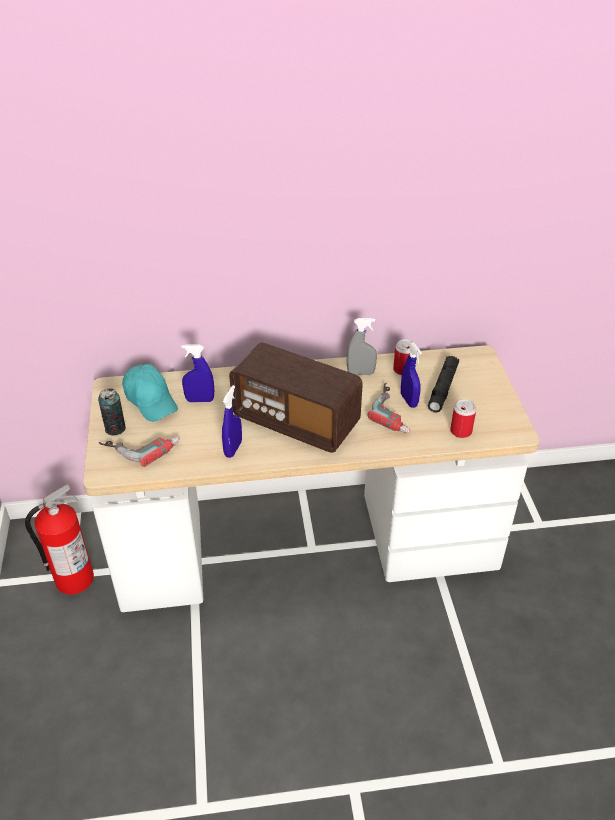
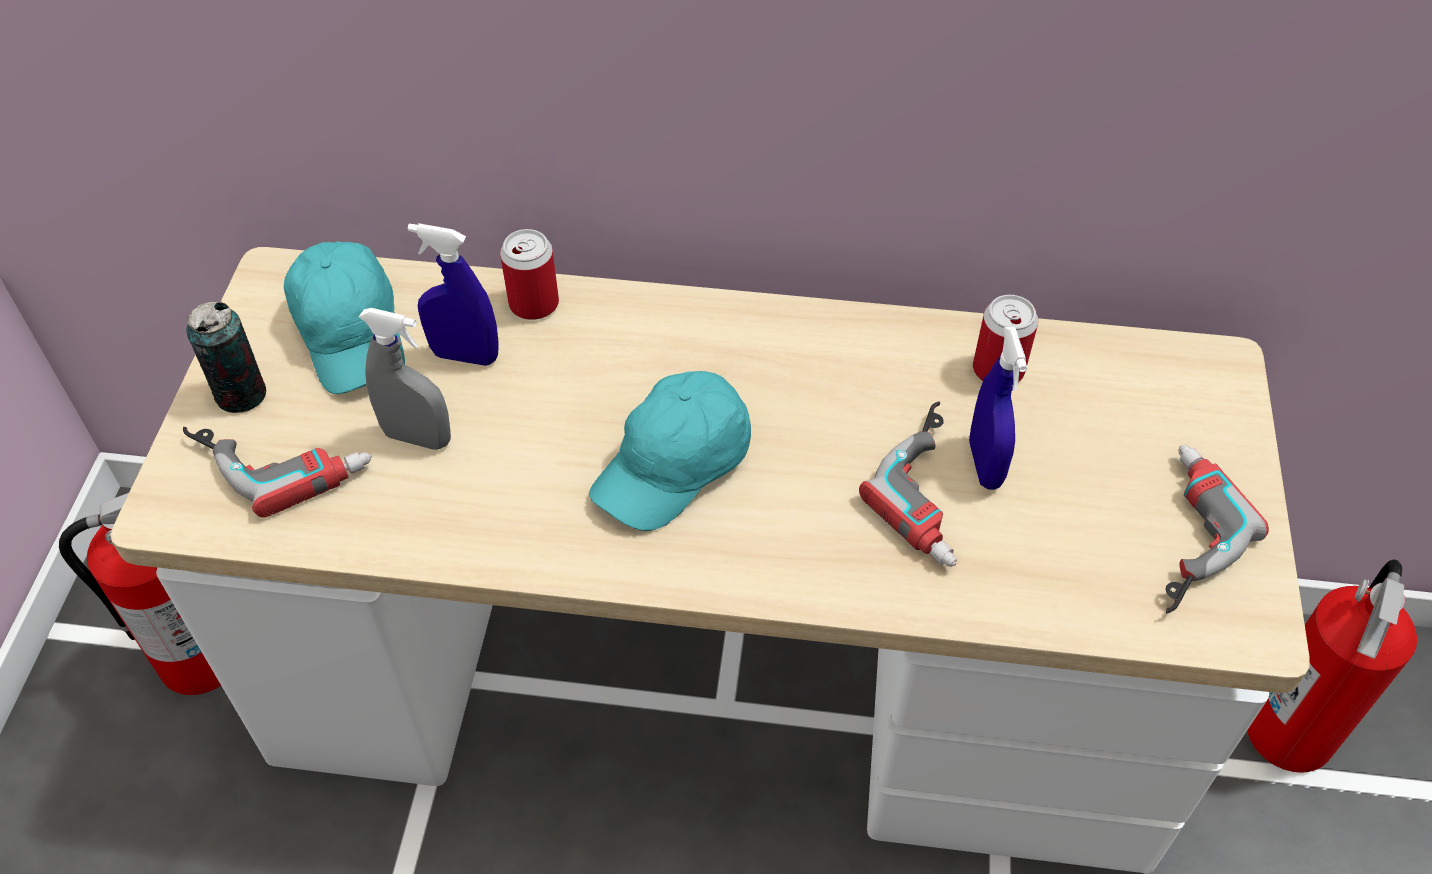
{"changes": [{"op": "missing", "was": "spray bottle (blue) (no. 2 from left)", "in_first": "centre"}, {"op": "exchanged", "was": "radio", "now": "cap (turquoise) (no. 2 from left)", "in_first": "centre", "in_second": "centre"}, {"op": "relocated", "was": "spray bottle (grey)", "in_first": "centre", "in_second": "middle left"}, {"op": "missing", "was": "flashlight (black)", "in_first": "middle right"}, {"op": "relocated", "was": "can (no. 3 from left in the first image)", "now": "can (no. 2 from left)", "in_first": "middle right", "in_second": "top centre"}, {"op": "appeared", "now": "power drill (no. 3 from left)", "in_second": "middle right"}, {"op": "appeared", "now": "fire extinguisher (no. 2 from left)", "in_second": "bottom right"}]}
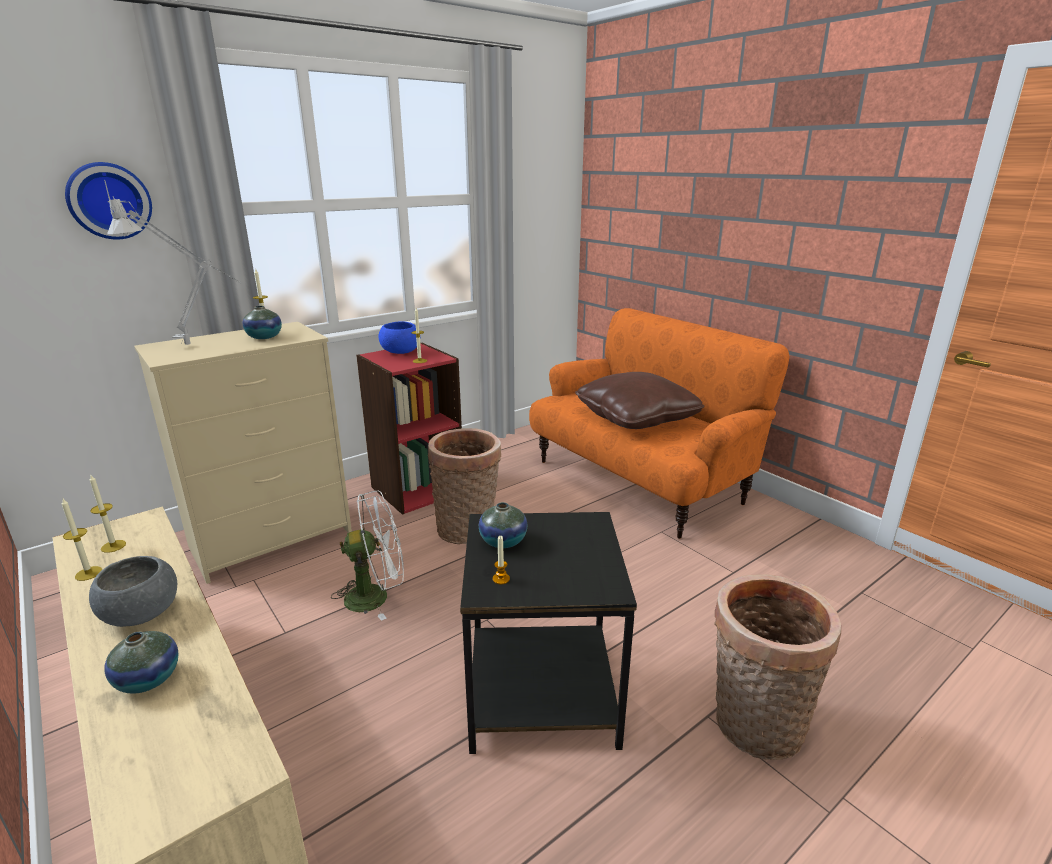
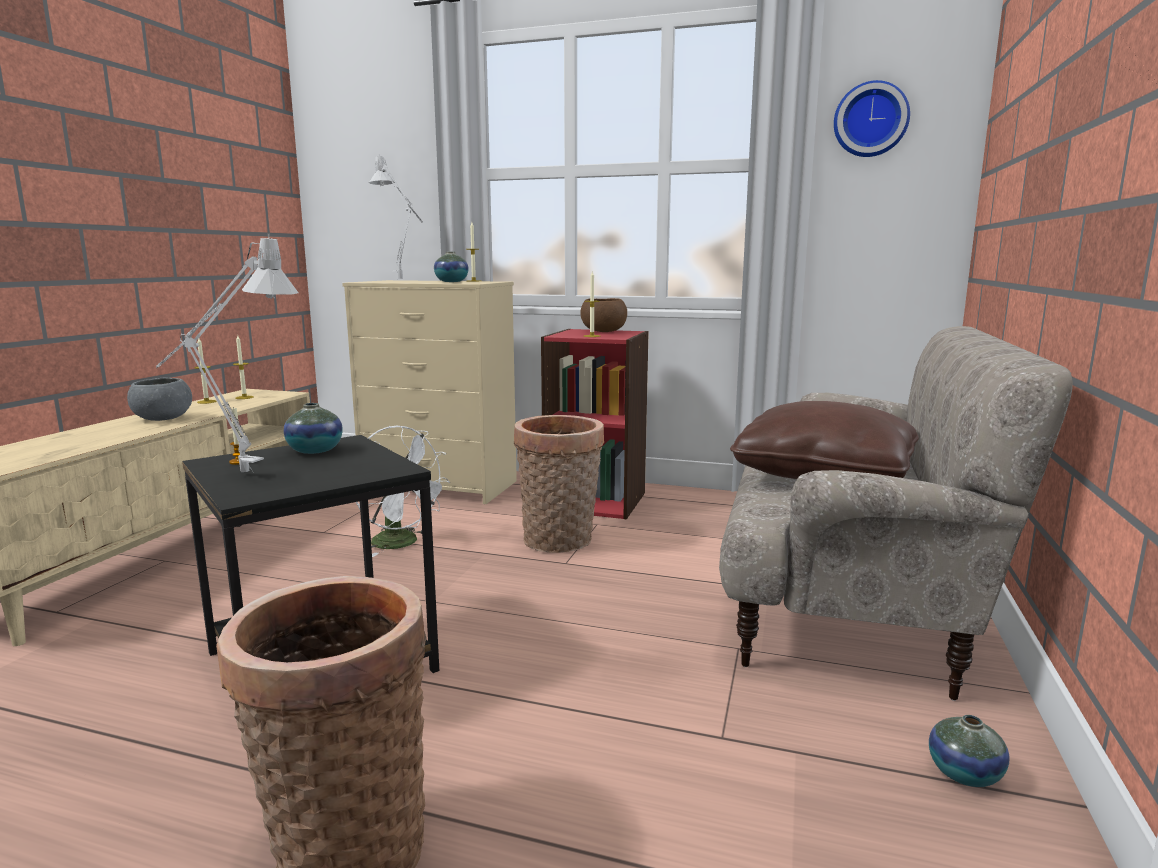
{"changes": [{"op": "relocated", "was": "wall clock", "in_first": "top left", "in_second": "top right"}, {"op": "relocated", "was": "vase (no. 1 from left in the first image)", "now": "vase (no. 3 from left)", "in_first": "bottom left", "in_second": "bottom right"}, {"op": "colour", "was": "bowl (blue)", "now": "bowl (brown)", "in_first": "centre", "in_second": "centre"}, {"op": "colour", "was": "sofa (orange)", "now": "sofa (beige)", "in_first": "centre", "in_second": "middle right"}, {"op": "appeared", "now": "table lamp (grey) (no. 1 from left)", "in_second": "middle left"}]}
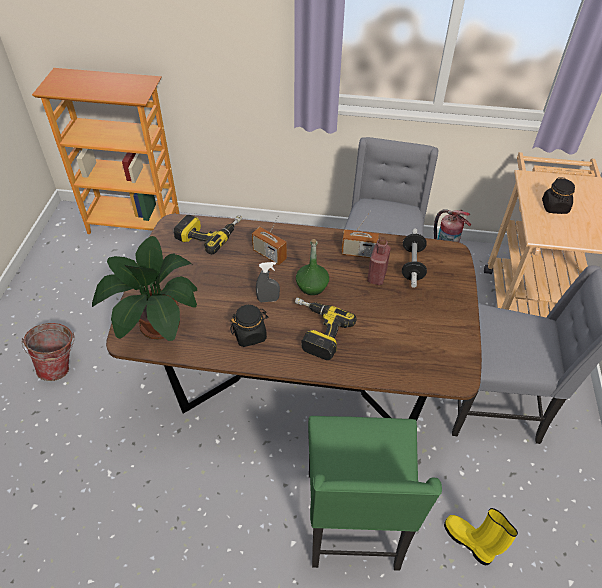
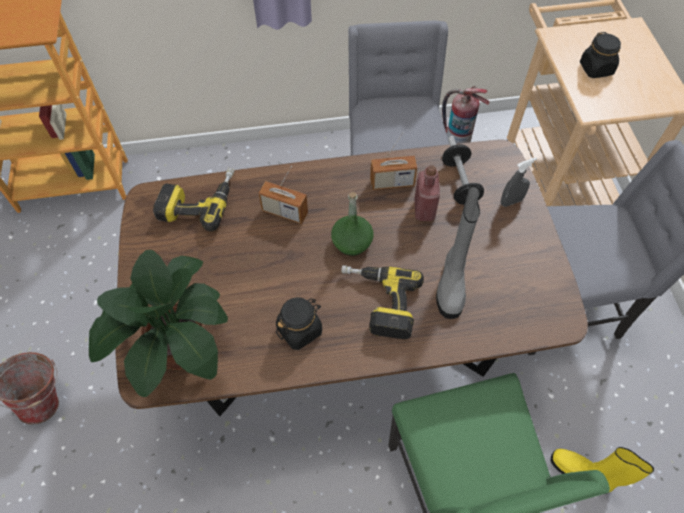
{"changes": [{"op": "relocated", "was": "spray bottle (grey)", "in_first": "centre", "in_second": "middle right"}, {"op": "appeared", "now": "boot (grey)", "in_second": "middle right"}]}
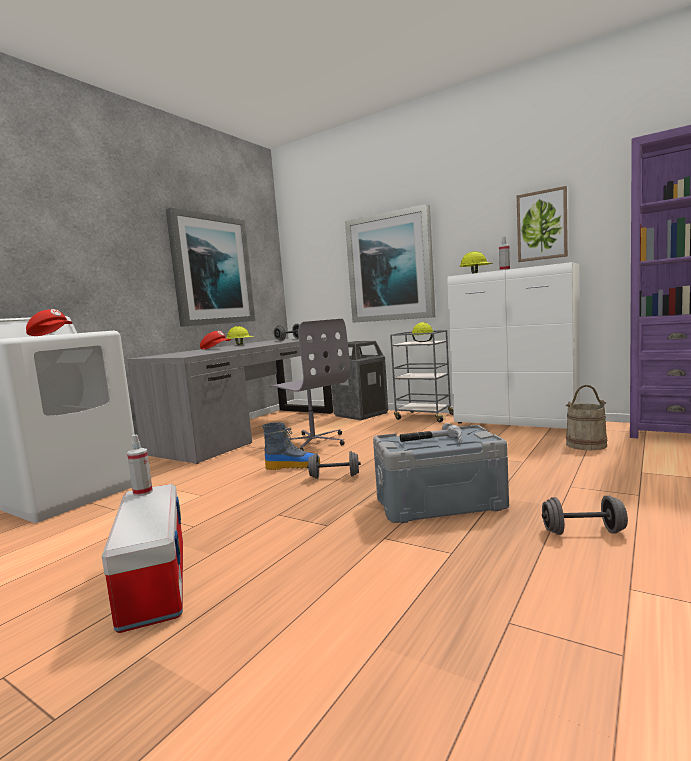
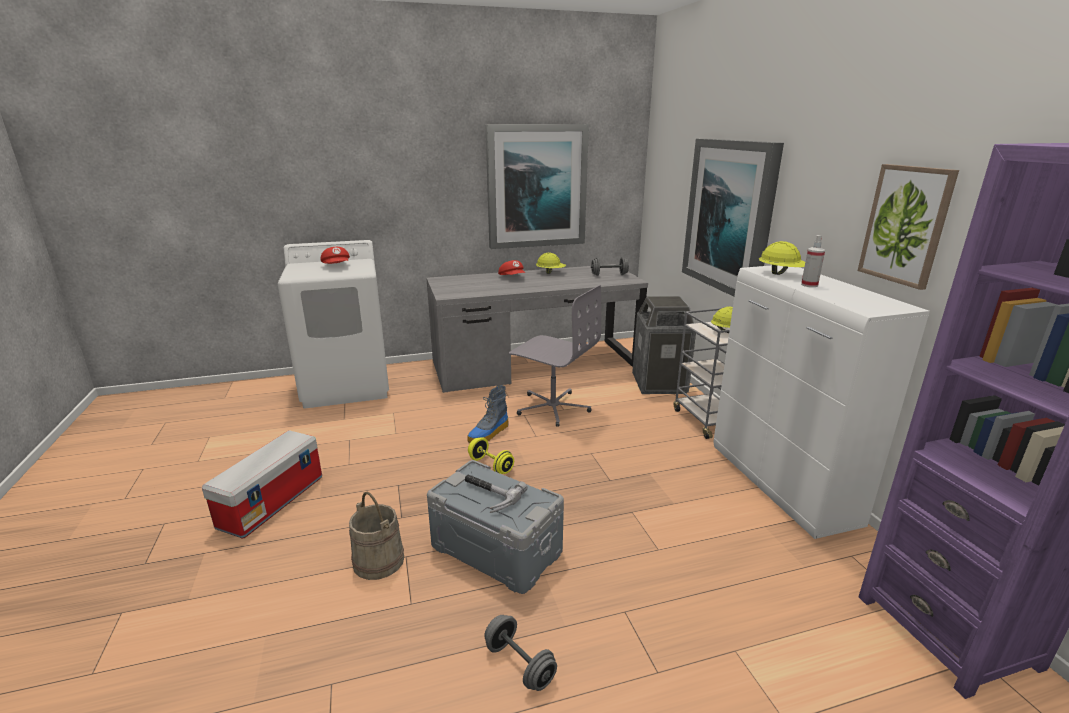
{"changes": [{"op": "missing", "was": "spray bottle (no. 1 from left)", "in_first": "middle left"}, {"op": "spun", "was": "boot", "in_first": "centre", "in_second": "centre", "clockwise": 90}, {"op": "spun", "was": "office chair (grey)", "in_first": "centre", "in_second": "centre", "clockwise": -60}, {"op": "colour", "was": "dumbbell (grey) (no. 2 from left)", "now": "dumbbell (yellow)", "in_first": "centre", "in_second": "centre"}, {"op": "relocated", "was": "bucket (beige)", "in_first": "middle right", "in_second": "bottom centre"}]}
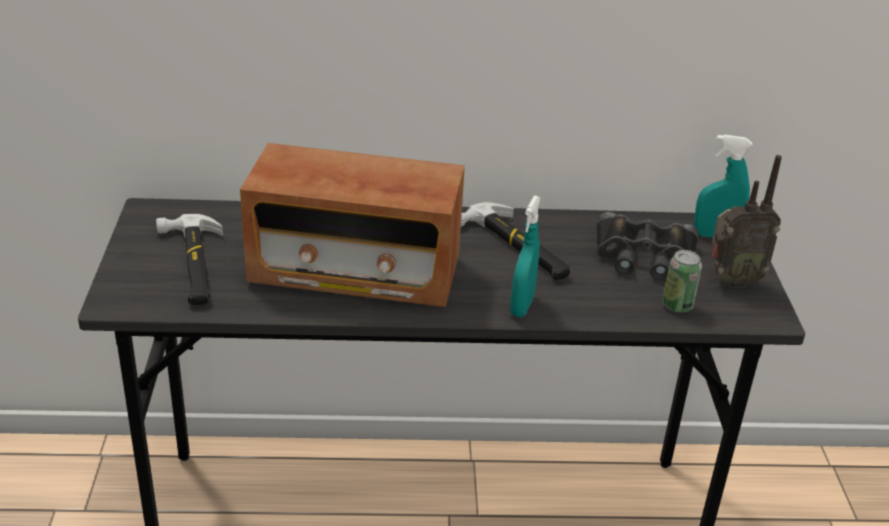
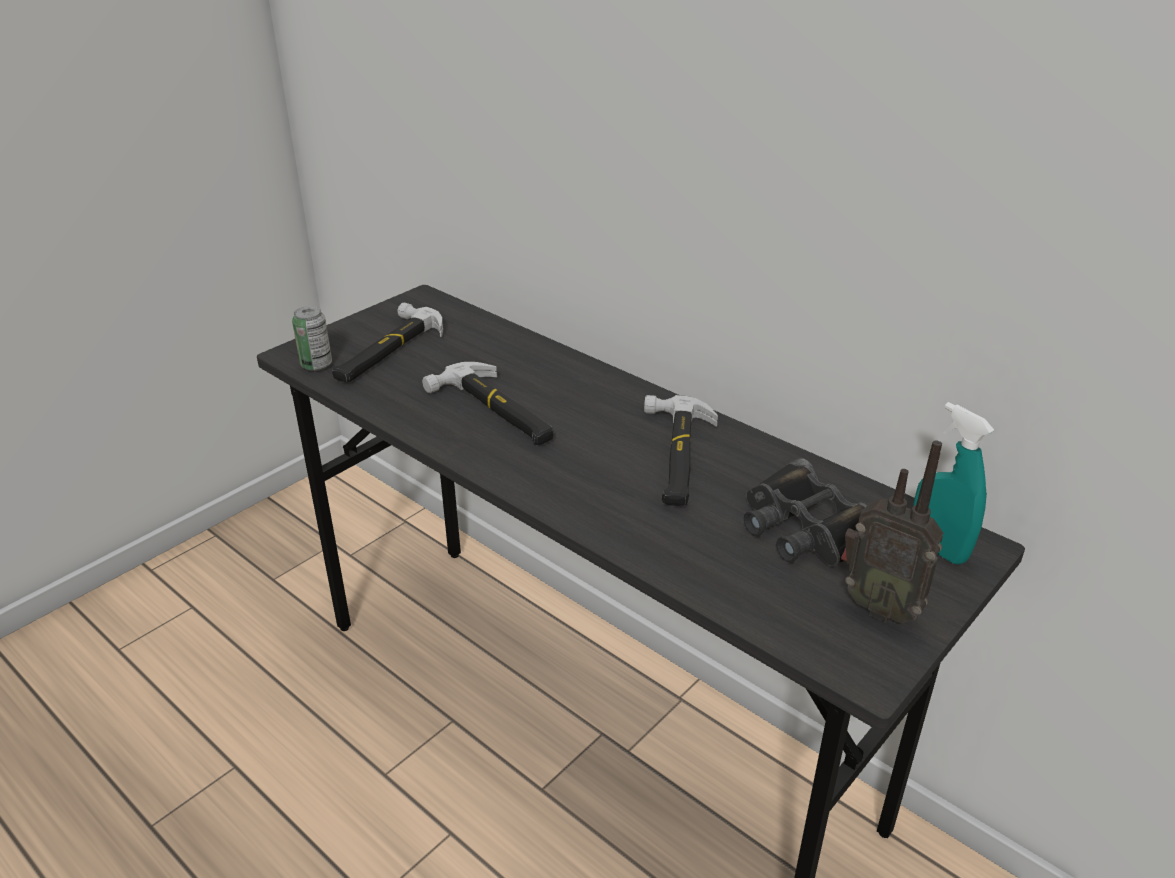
{"changes": [{"op": "exchanged", "was": "radio (no. 1 from left)", "now": "hammer (no. 2 from left)", "in_first": "centre", "in_second": "centre"}, {"op": "missing", "was": "spray bottle (turquoise) (no. 1 from left)", "in_first": "centre"}, {"op": "relocated", "was": "can", "in_first": "middle right", "in_second": "middle left"}]}
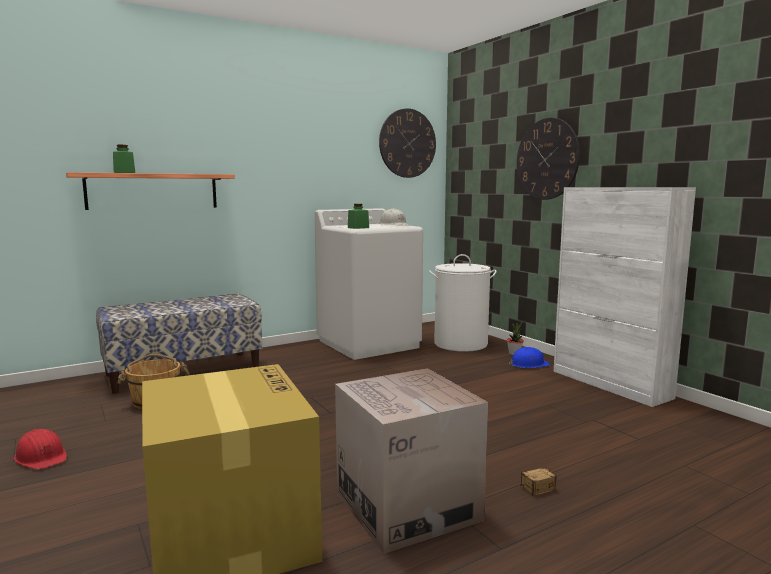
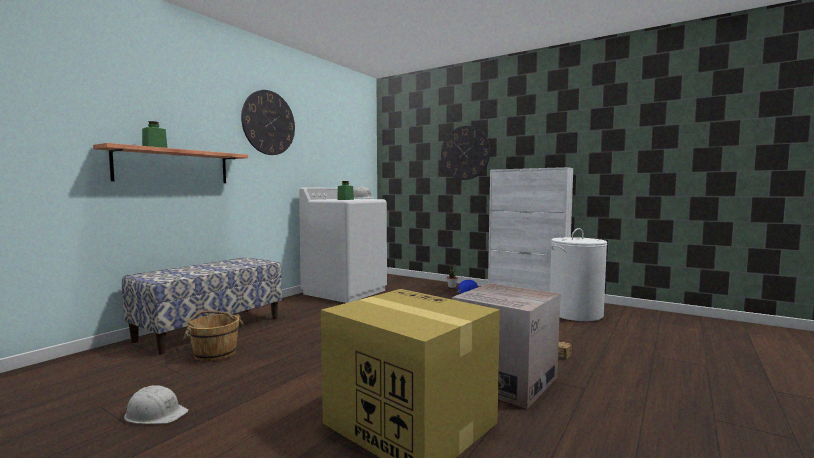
{"changes": [{"op": "colour", "was": "hard hat (red)", "now": "hard hat (white) (no. 1 from left)", "in_first": "bottom left", "in_second": "bottom left"}, {"op": "relocated", "was": "wall clock (no. 1 from left)", "in_first": "top centre", "in_second": "top left"}, {"op": "relocated", "was": "laundry basket (white)", "in_first": "centre", "in_second": "middle right"}]}
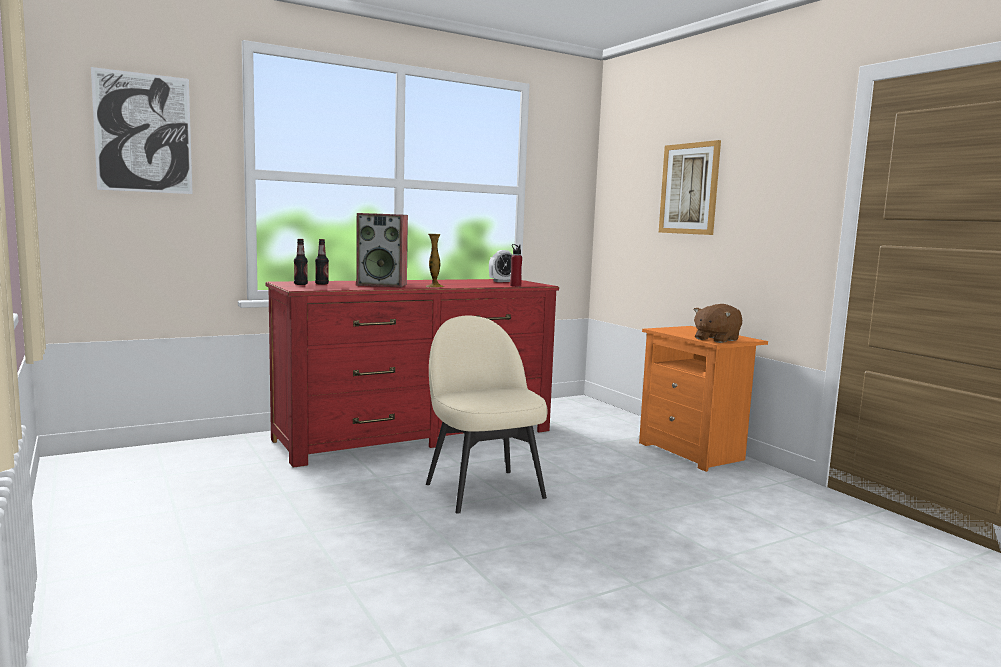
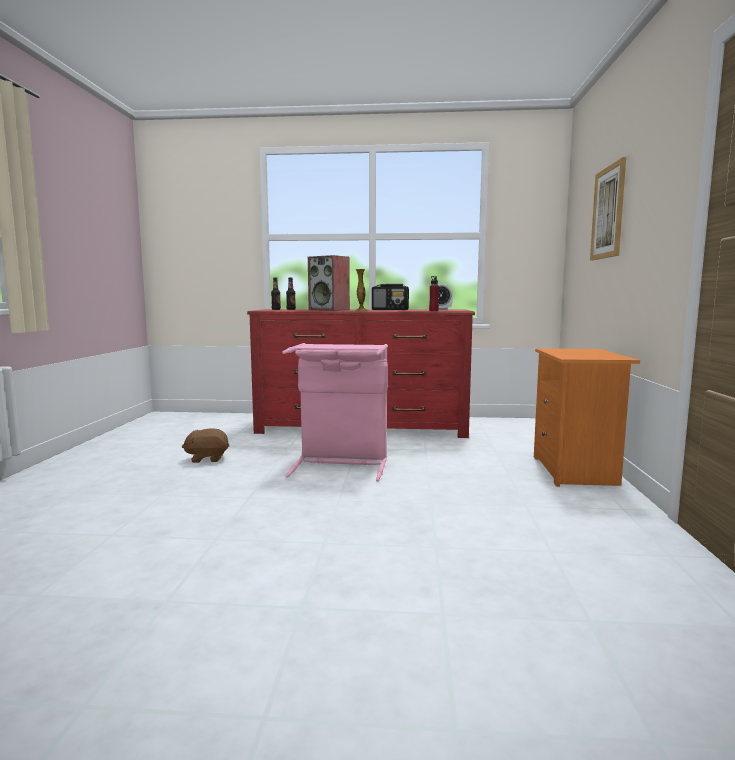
{"changes": [{"op": "missing", "was": "picture (no. 1 from left)", "in_first": "top left"}, {"op": "exchanged", "was": "chair (beige)", "now": "laundry basket (pink)", "in_first": "centre", "in_second": "centre"}, {"op": "relocated", "was": "plush toy (brown)", "in_first": "middle right", "in_second": "middle left"}, {"op": "appeared", "now": "radio", "in_second": "centre"}]}
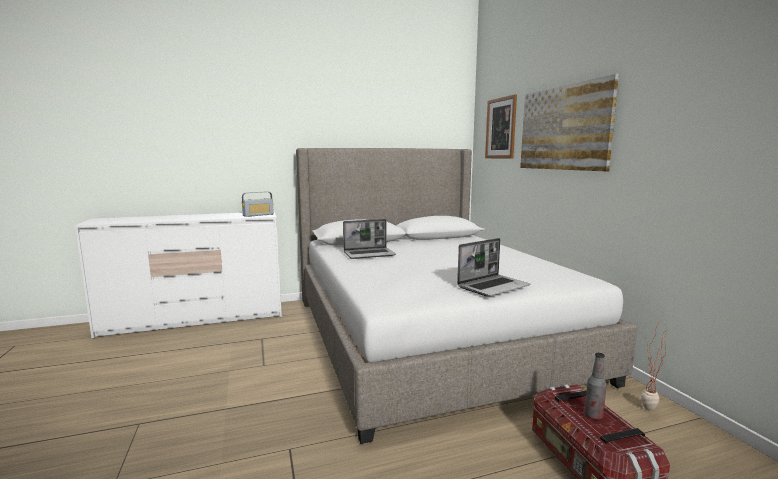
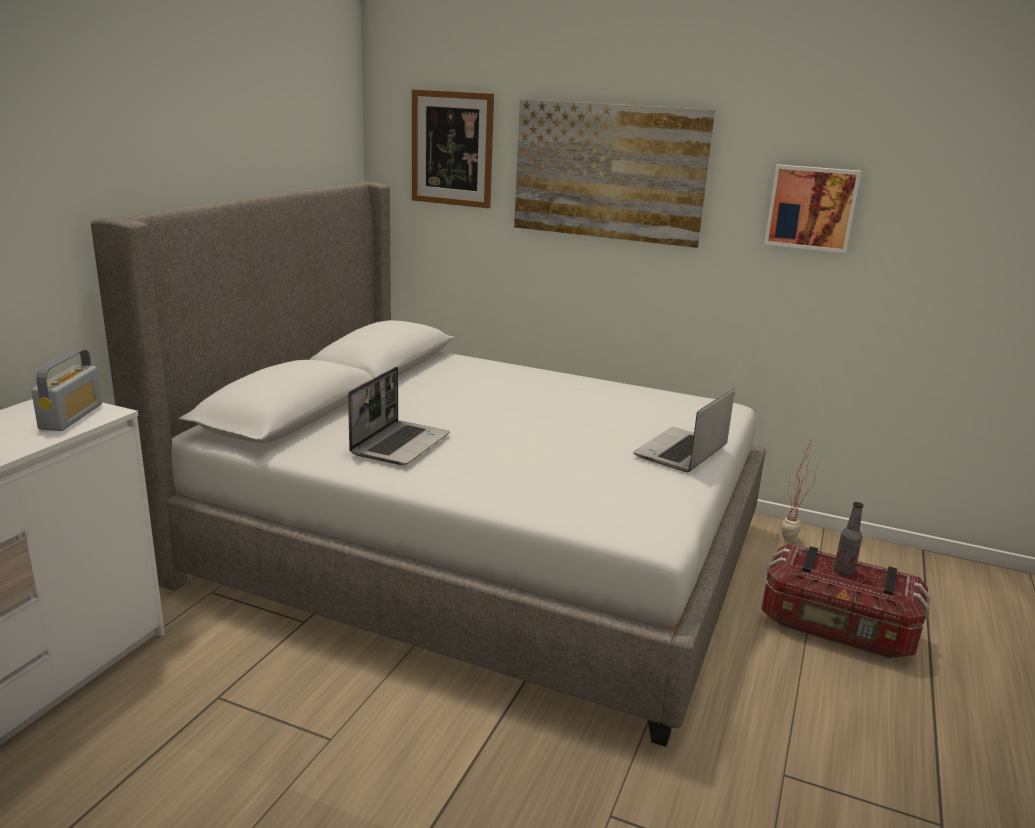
{"changes": [{"op": "spun", "was": "laptop (no. 2 from left)", "in_first": "centre", "in_second": "centre", "clockwise": -150}, {"op": "appeared", "now": "picture (no. 3 from left)", "in_second": "top right"}]}
